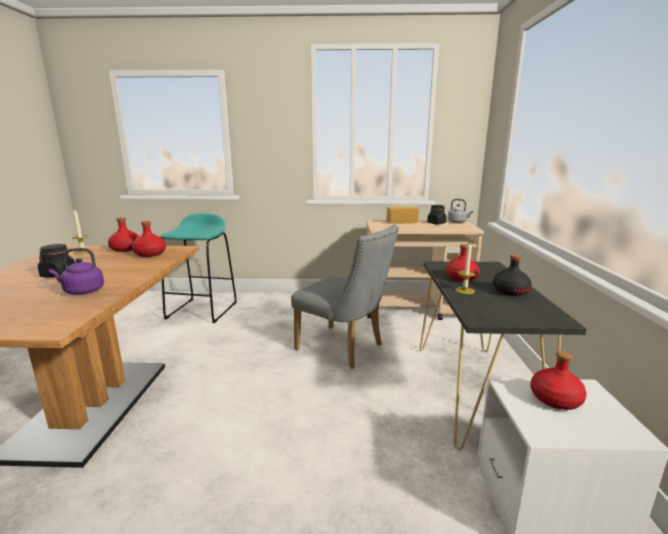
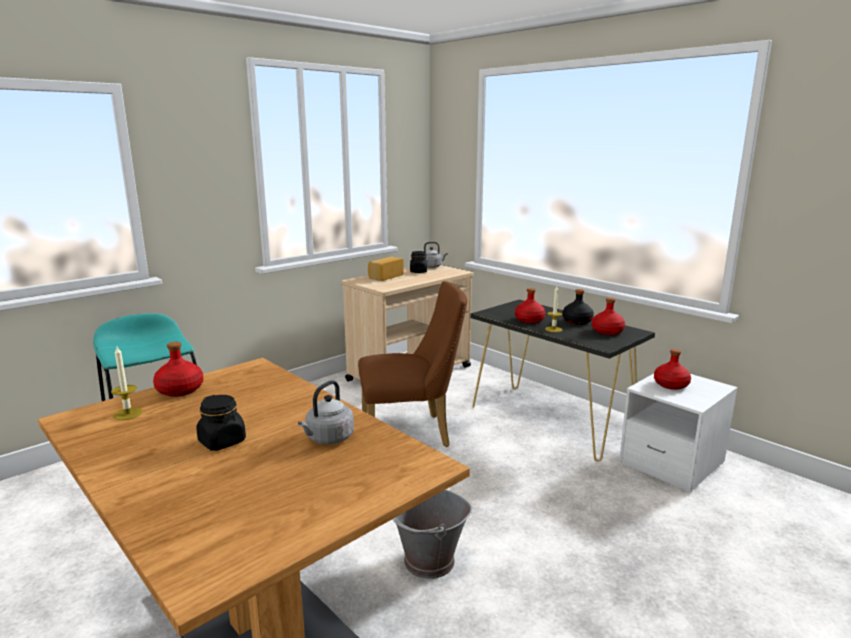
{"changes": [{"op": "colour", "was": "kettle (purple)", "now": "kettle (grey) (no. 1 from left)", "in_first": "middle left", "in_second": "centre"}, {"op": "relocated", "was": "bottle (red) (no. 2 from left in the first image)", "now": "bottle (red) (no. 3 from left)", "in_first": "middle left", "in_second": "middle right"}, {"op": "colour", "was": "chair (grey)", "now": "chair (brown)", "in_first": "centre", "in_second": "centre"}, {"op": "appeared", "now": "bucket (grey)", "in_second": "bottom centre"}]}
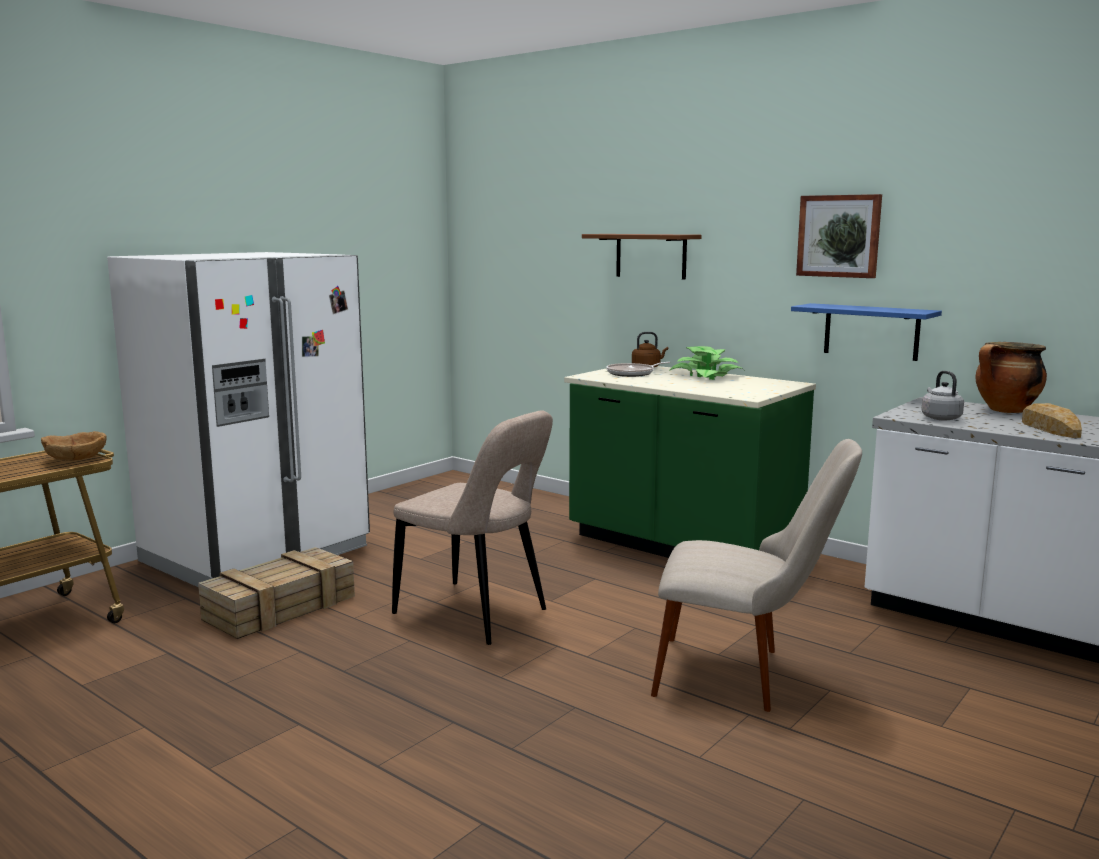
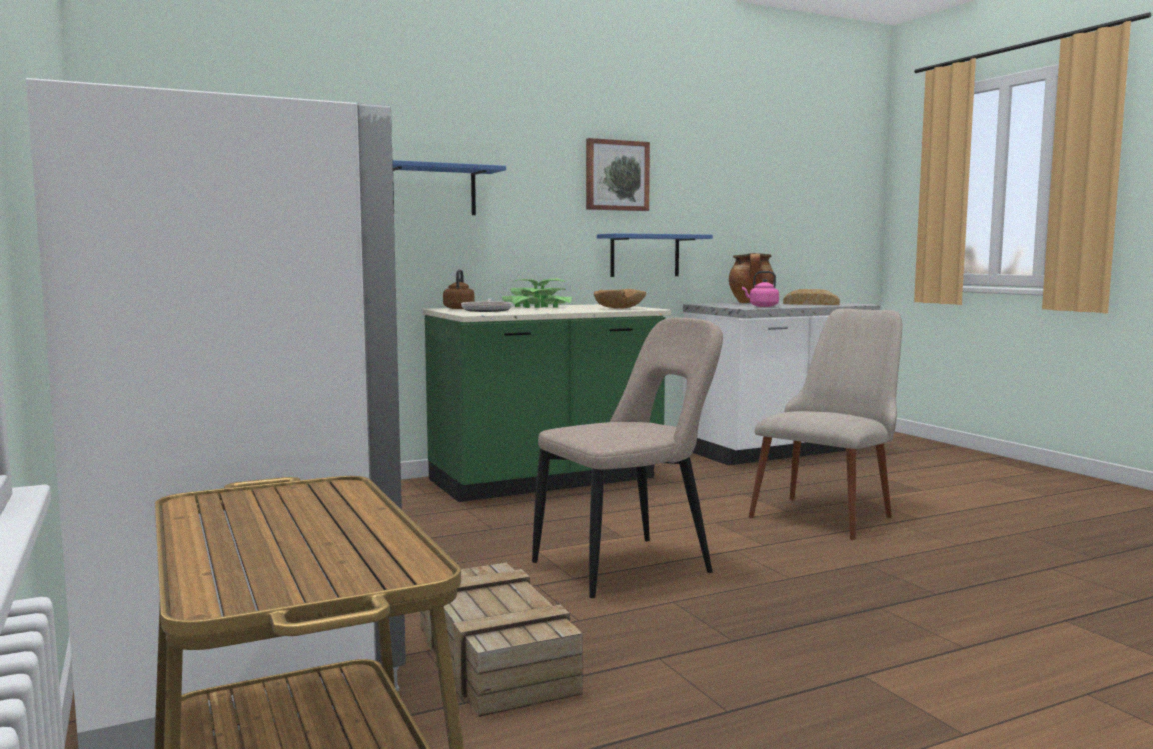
{"changes": [{"op": "relocated", "was": "bowl (brown)", "in_first": "middle left", "in_second": "centre"}, {"op": "colour", "was": "shelf (brown)", "now": "shelf (blue) (no. 1 from left)", "in_first": "top centre", "in_second": "top centre"}, {"op": "colour", "was": "kettle (grey)", "now": "kettle (pink)", "in_first": "middle right", "in_second": "centre"}]}
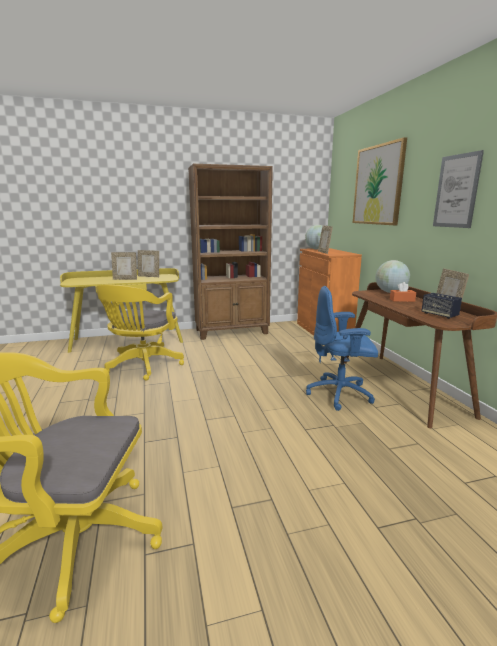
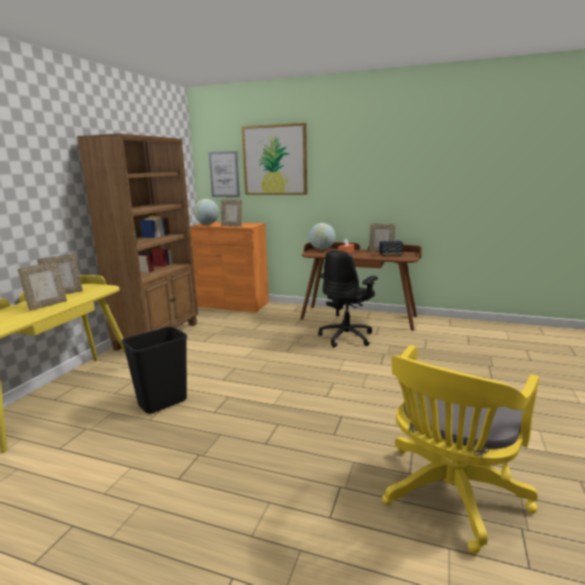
{"changes": [{"op": "exchanged", "was": "office chair (yellow) (no. 2 from left)", "now": "trash can (black)", "in_first": "middle left", "in_second": "middle left"}, {"op": "colour", "was": "office chair (blue)", "now": "office chair (black)", "in_first": "middle right", "in_second": "centre"}, {"op": "relocated", "was": "picture (no. 2 from left in the first image)", "now": "picture (no. 1 from left)", "in_first": "top right", "in_second": "top centre"}]}
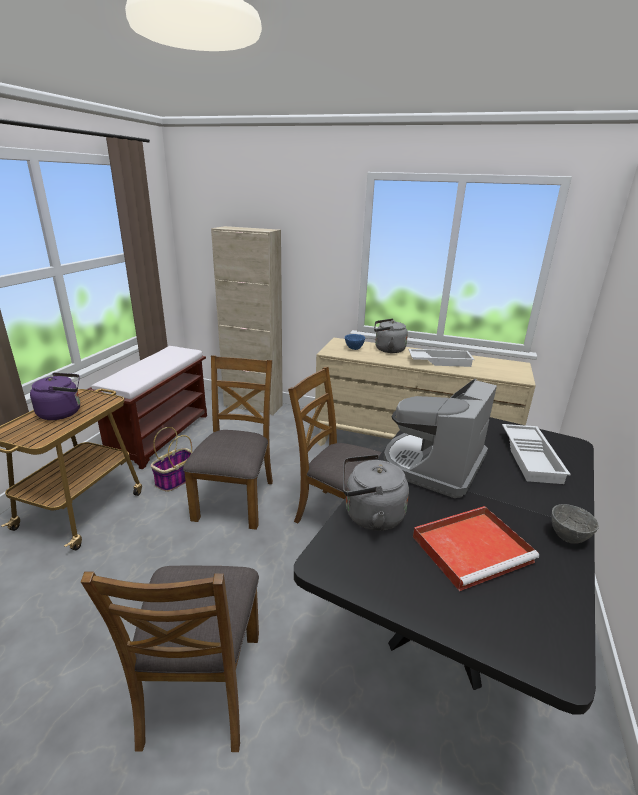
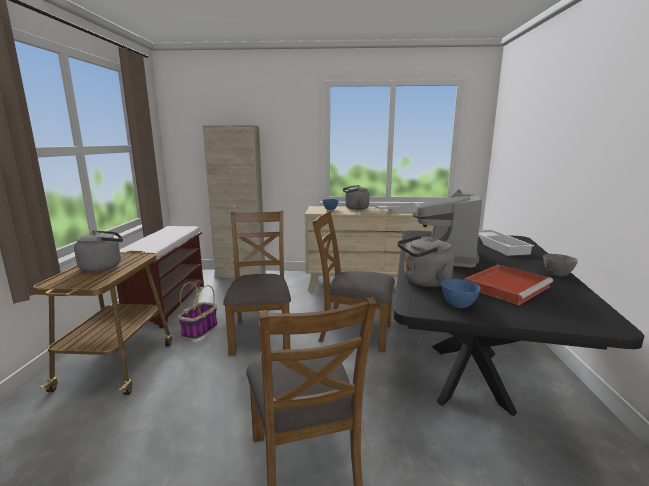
{"changes": [{"op": "colour", "was": "kettle (purple)", "now": "kettle (grey) (no. 1 from left)", "in_first": "middle left", "in_second": "middle left"}, {"op": "appeared", "now": "bowl (blue) (no. 2 from left)", "in_second": "middle right"}]}
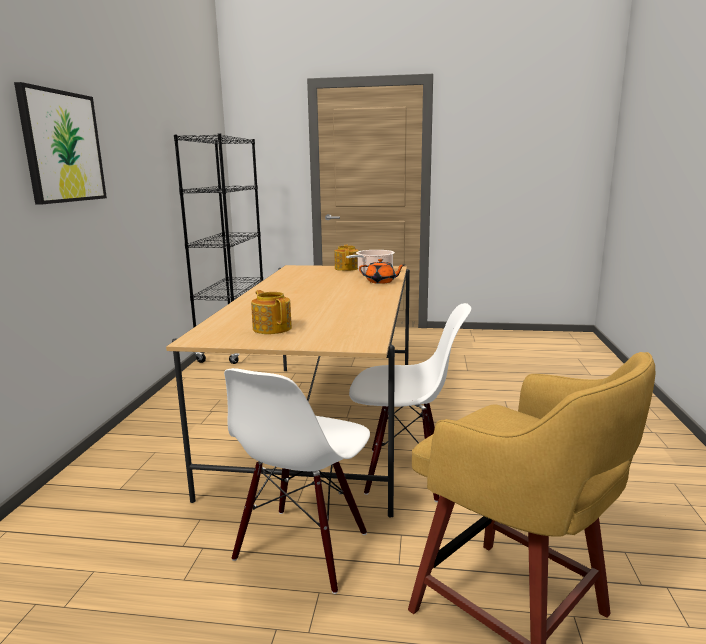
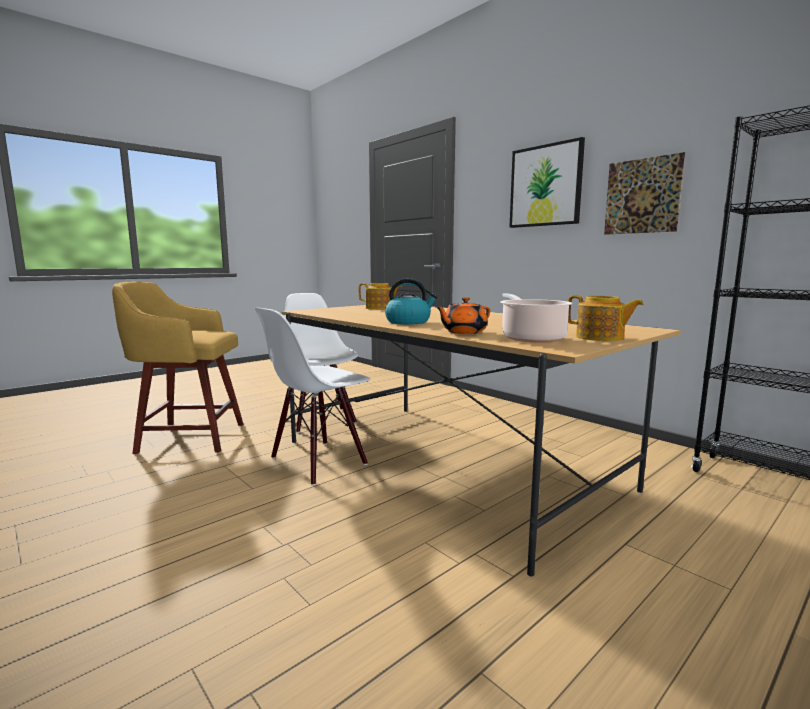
{"changes": [{"op": "appeared", "now": "kettle", "in_second": "centre"}, {"op": "appeared", "now": "picture (no. 2 from left)", "in_second": "top right"}]}
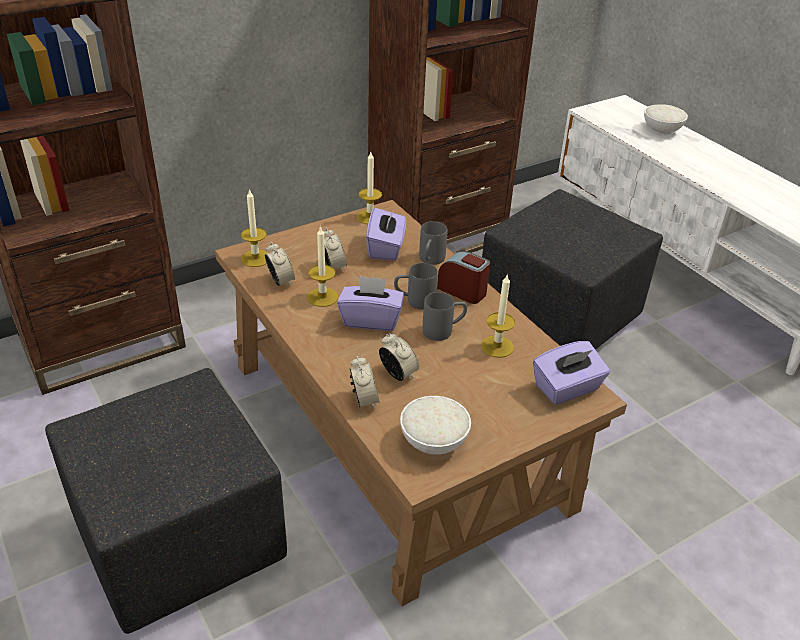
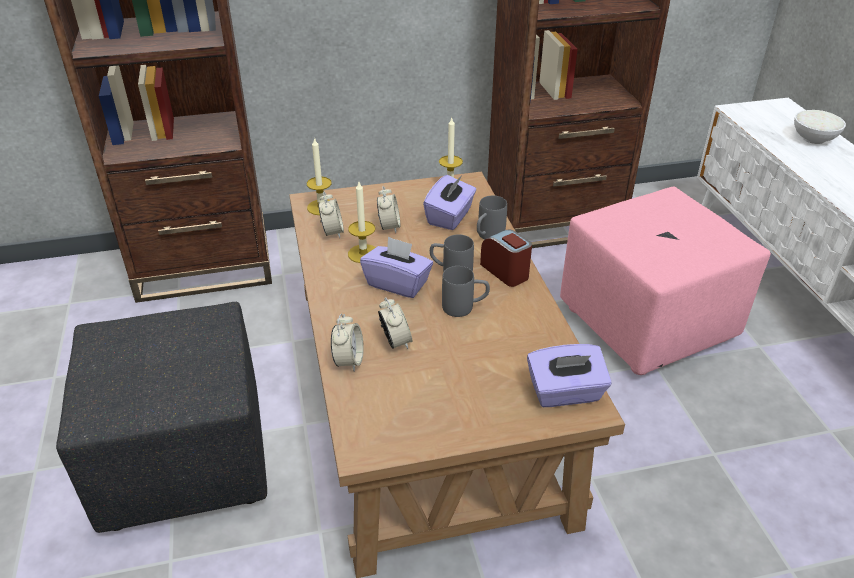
{"changes": [{"op": "missing", "was": "bowl (white) (no. 1 from left)", "in_first": "centre"}, {"op": "missing", "was": "candle (no. 4 from left)", "in_first": "centre"}, {"op": "colour", "was": "ottoman (black) (no. 2 from left)", "now": "ottoman (pink)", "in_first": "middle right", "in_second": "middle right"}]}
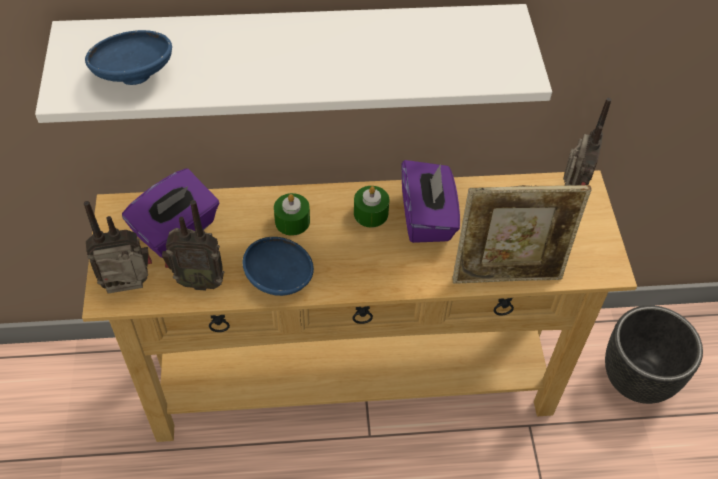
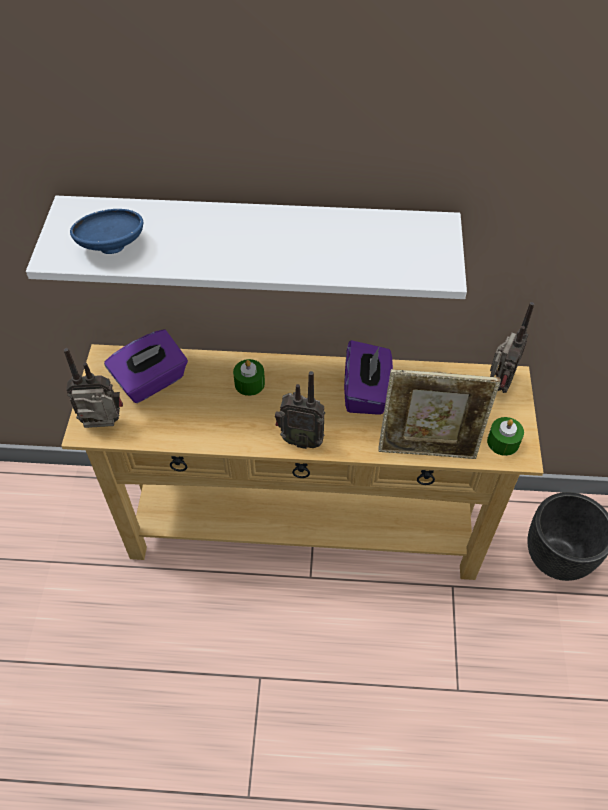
{"changes": [{"op": "relocated", "was": "radio (no. 2 from left)", "in_first": "middle left", "in_second": "centre"}, {"op": "missing", "was": "bowl (blue) (no. 2 from left)", "in_first": "centre"}, {"op": "relocated", "was": "candle (green) (no. 2 from left)", "in_first": "centre", "in_second": "middle right"}]}
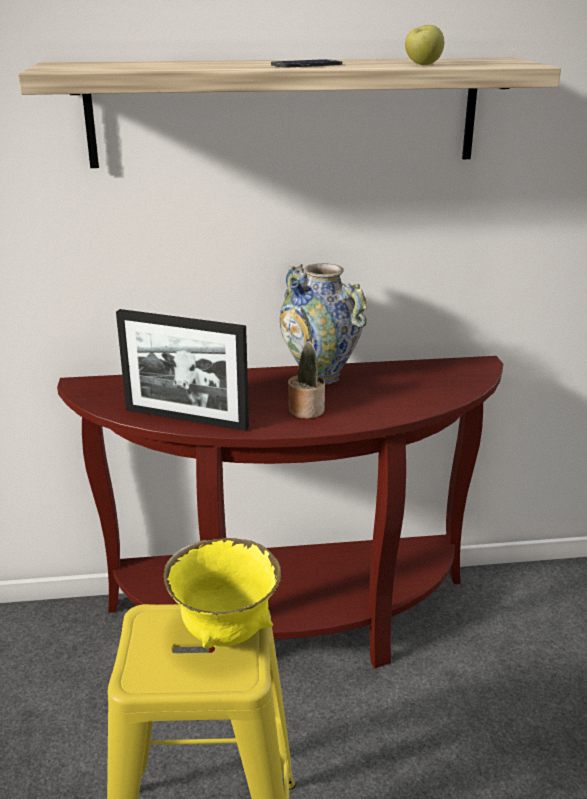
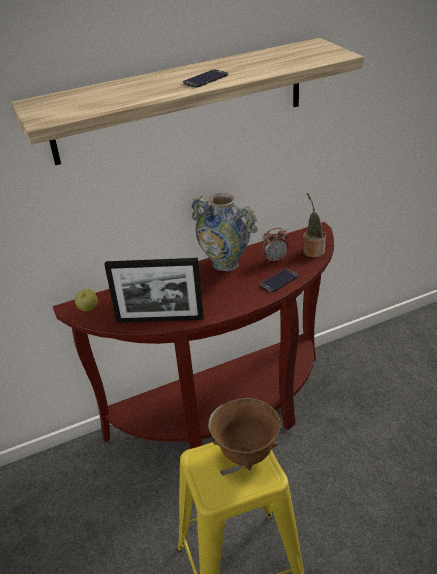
{"changes": [{"op": "colour", "was": "bowl (yellow)", "now": "bowl (brown)", "in_first": "bottom centre", "in_second": "bottom centre"}, {"op": "relocated", "was": "potted plant", "in_first": "centre", "in_second": "middle right"}, {"op": "relocated", "was": "apple", "in_first": "top right", "in_second": "middle left"}, {"op": "appeared", "now": "phone (no. 2 from left)", "in_second": "centre"}, {"op": "appeared", "now": "alarm clock", "in_second": "centre"}]}
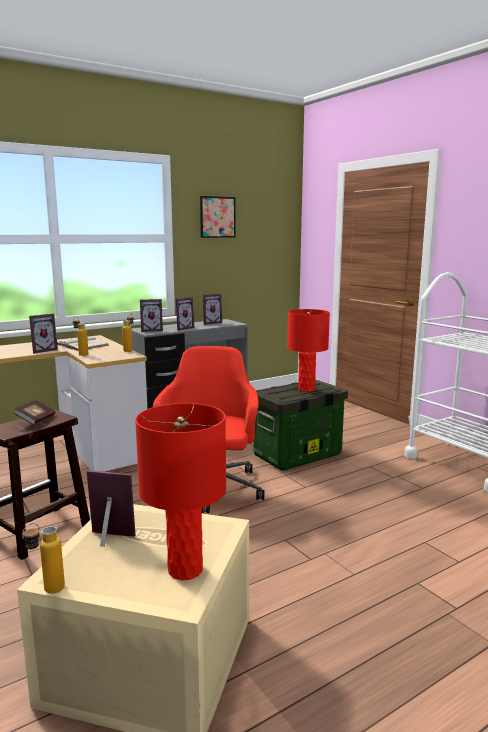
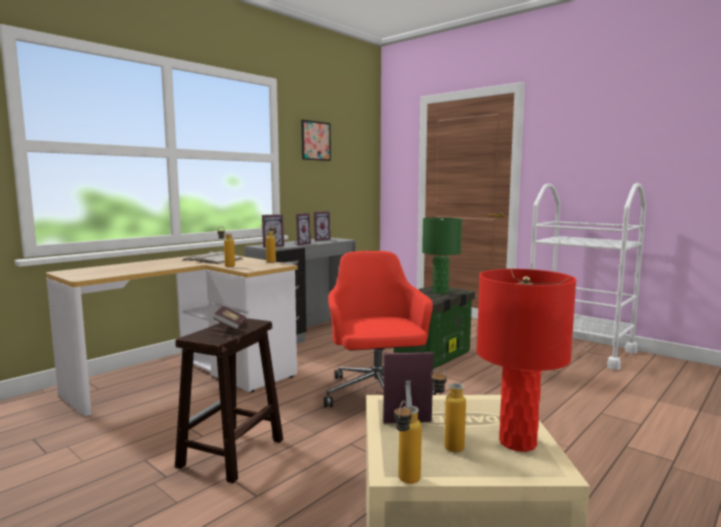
{"changes": [{"op": "missing", "was": "picture frame (no. 1 from left)", "in_first": "middle left"}, {"op": "colour", "was": "table lamp (red) (no. 2 from left)", "now": "table lamp (green)", "in_first": "centre", "in_second": "centre"}, {"op": "appeared", "now": "bottle (no. 4 from left)", "in_second": "bottom centre"}]}
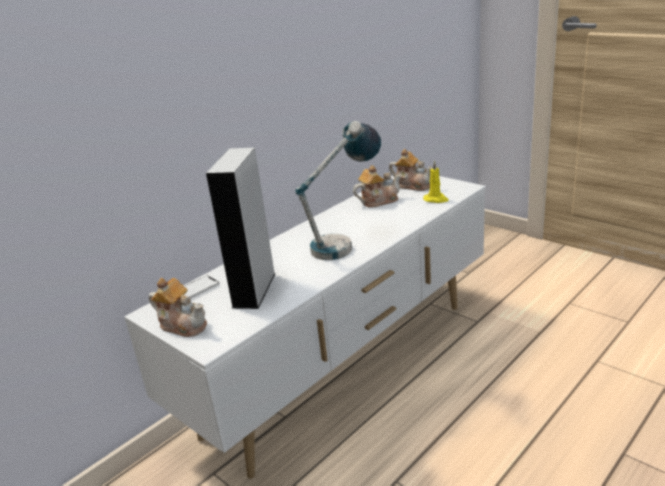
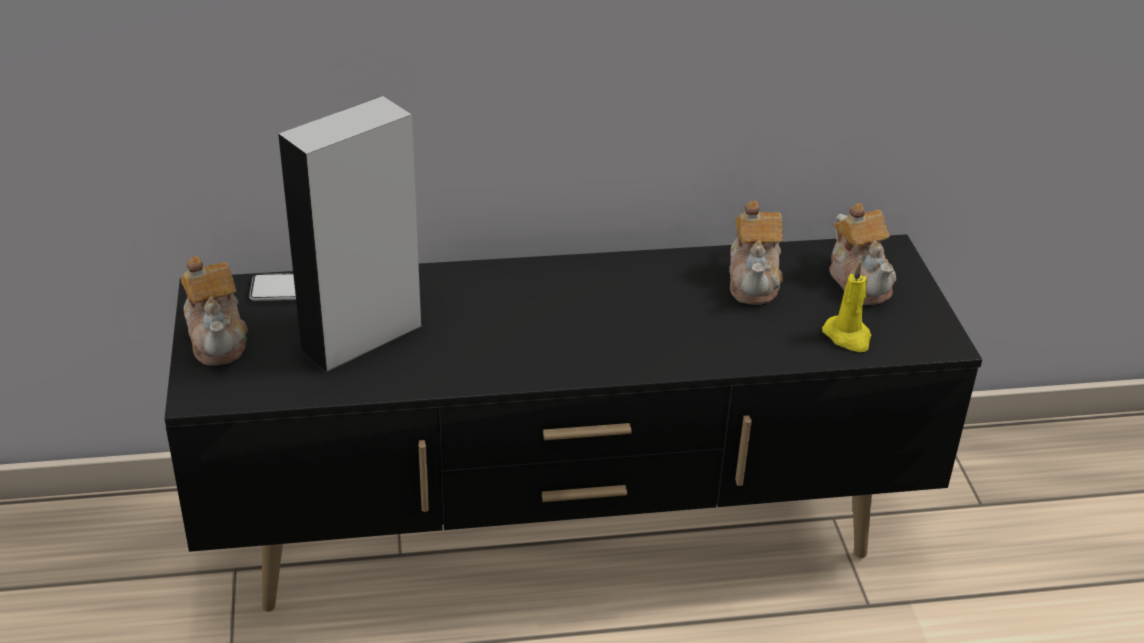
{"changes": [{"op": "colour", "was": "tv stand (white)", "now": "tv stand (black)", "in_first": "bottom centre", "in_second": "centre"}, {"op": "missing", "was": "table lamp", "in_first": "centre"}, {"op": "spun", "was": "teapot (no. 2 from left)", "in_first": "centre", "in_second": "centre", "clockwise": 75}]}
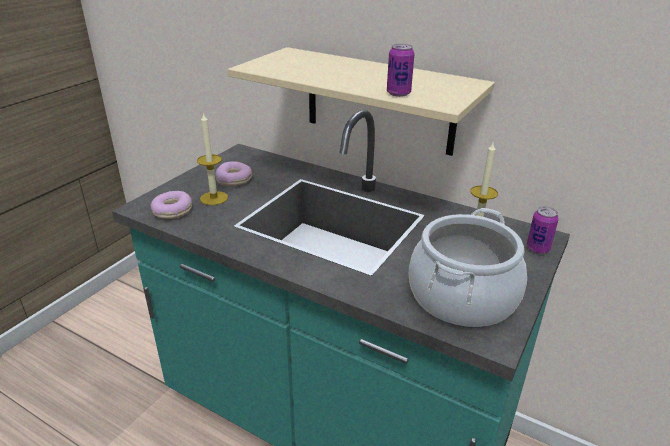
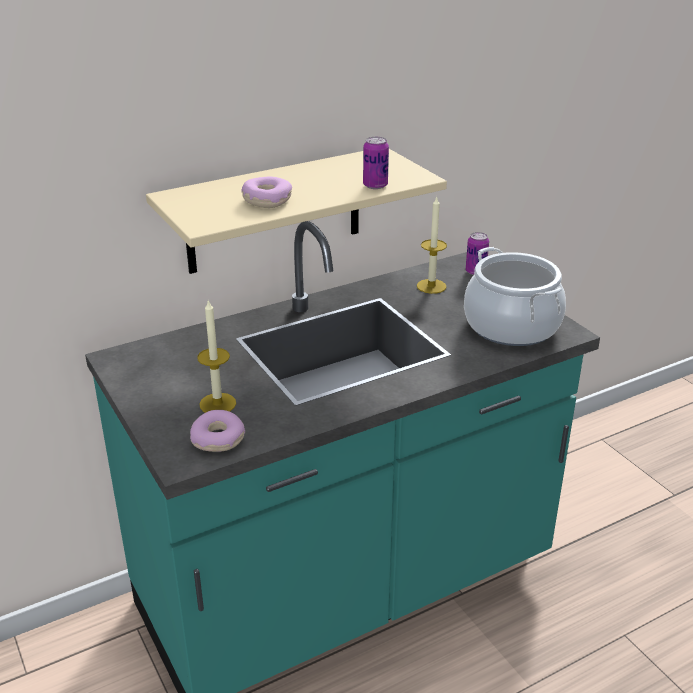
{"changes": [{"op": "relocated", "was": "donut (no. 2 from left)", "in_first": "centre", "in_second": "top centre"}]}
